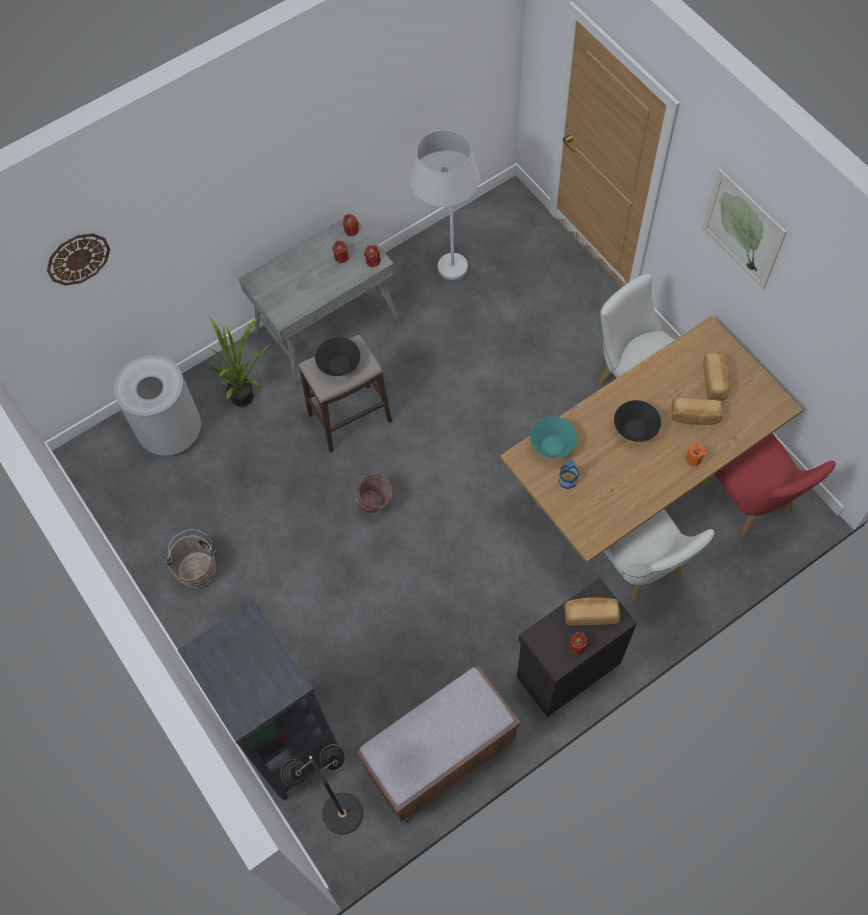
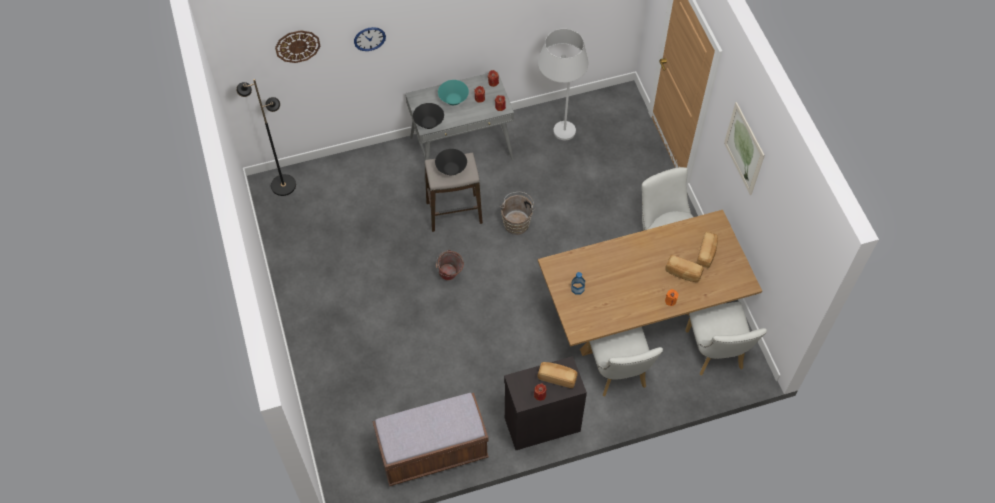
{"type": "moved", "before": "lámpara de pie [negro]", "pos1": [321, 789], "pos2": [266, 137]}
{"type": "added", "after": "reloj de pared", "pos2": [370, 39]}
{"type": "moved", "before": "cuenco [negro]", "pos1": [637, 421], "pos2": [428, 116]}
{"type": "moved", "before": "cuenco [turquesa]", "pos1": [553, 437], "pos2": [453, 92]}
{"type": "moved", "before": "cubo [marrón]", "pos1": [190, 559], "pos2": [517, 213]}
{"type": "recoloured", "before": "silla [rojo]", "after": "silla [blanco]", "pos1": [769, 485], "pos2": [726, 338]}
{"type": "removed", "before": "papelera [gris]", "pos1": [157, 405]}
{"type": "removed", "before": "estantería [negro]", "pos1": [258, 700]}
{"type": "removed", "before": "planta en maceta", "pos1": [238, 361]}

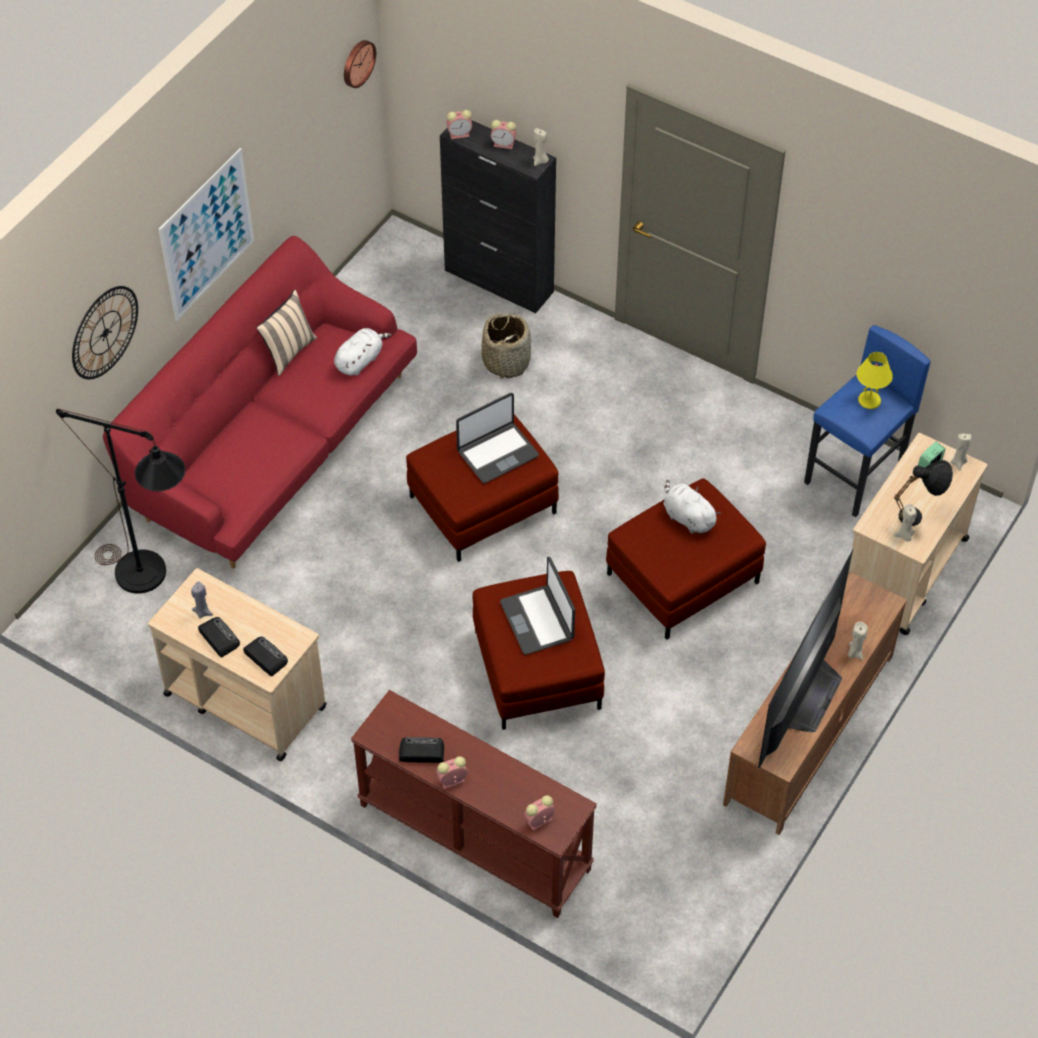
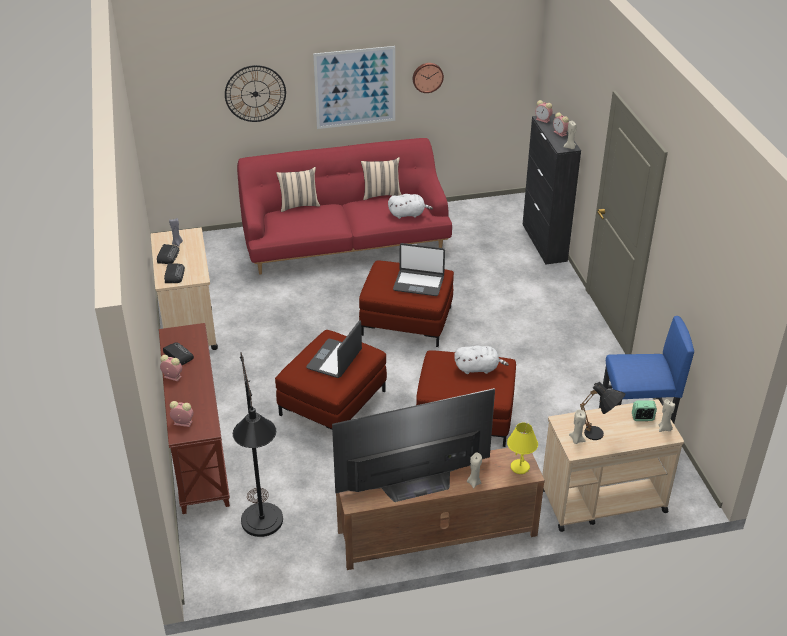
{"type": "moved", "before": "lámpara de pie [negro]", "pos1": [120, 501], "pos2": [258, 444]}
{"type": "added", "after": "cojín [beis]", "pos2": [298, 189]}
{"type": "moved", "before": "reloj de pared", "pos1": [360, 64], "pos2": [428, 78]}
{"type": "turned", "before": "peluche [blanco]", "pos1": [692, 507], "pos2": [481, 359], "turn": 90}
{"type": "moved", "before": "lámpara de mesa [amarillo]", "pos1": [875, 380], "pos2": [522, 448]}
{"type": "removed", "before": "cesta", "pos1": [506, 346]}

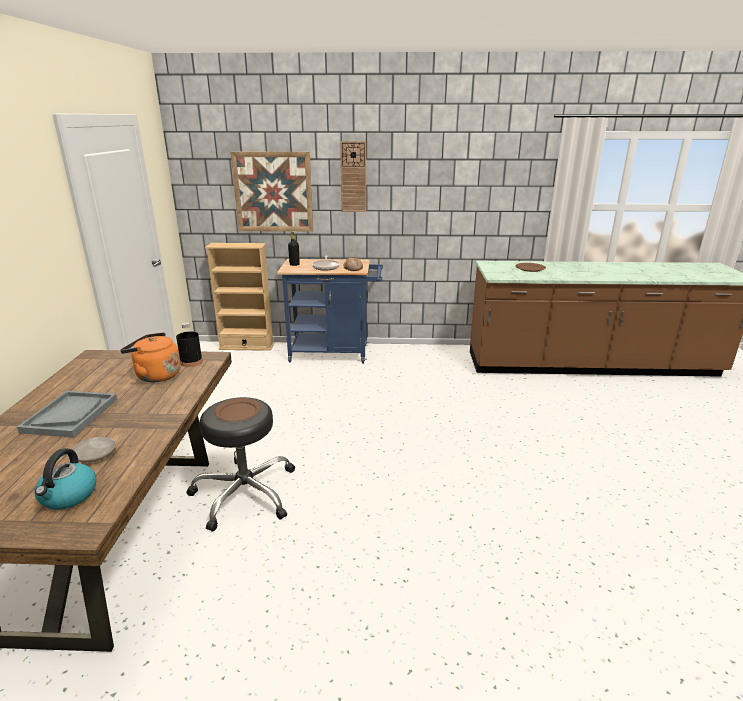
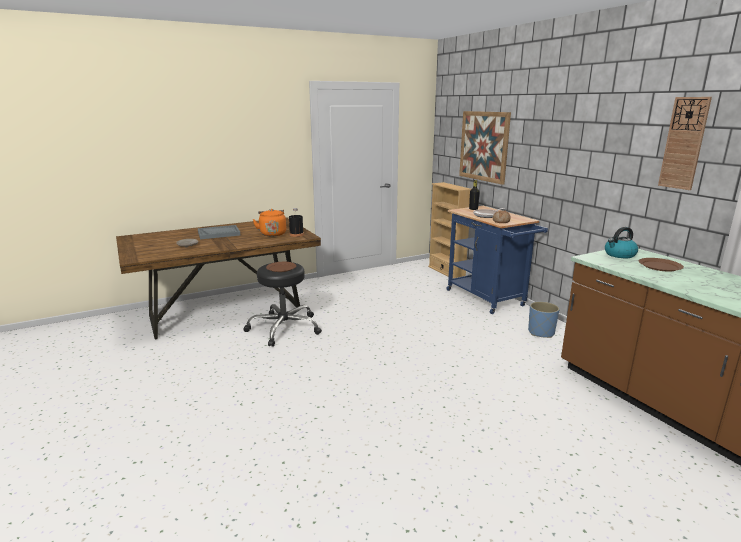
{"type": "added", "after": "maceta [azul]", "pos2": [543, 320]}
{"type": "moved", "before": "hervidor", "pos1": [66, 479], "pos2": [621, 242]}
{"type": "moved", "before": "reloj de pared", "pos1": [353, 176], "pos2": [685, 143]}

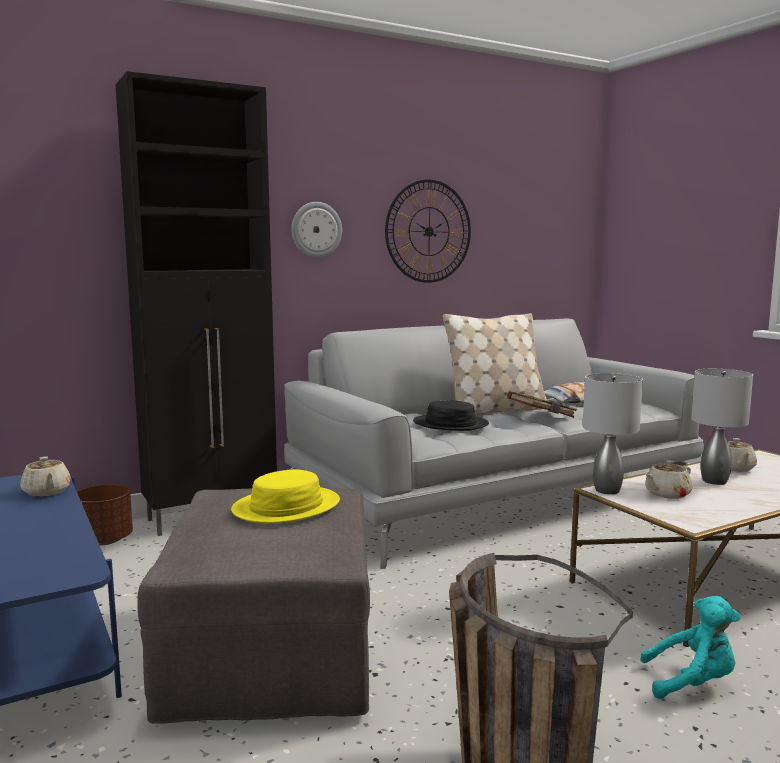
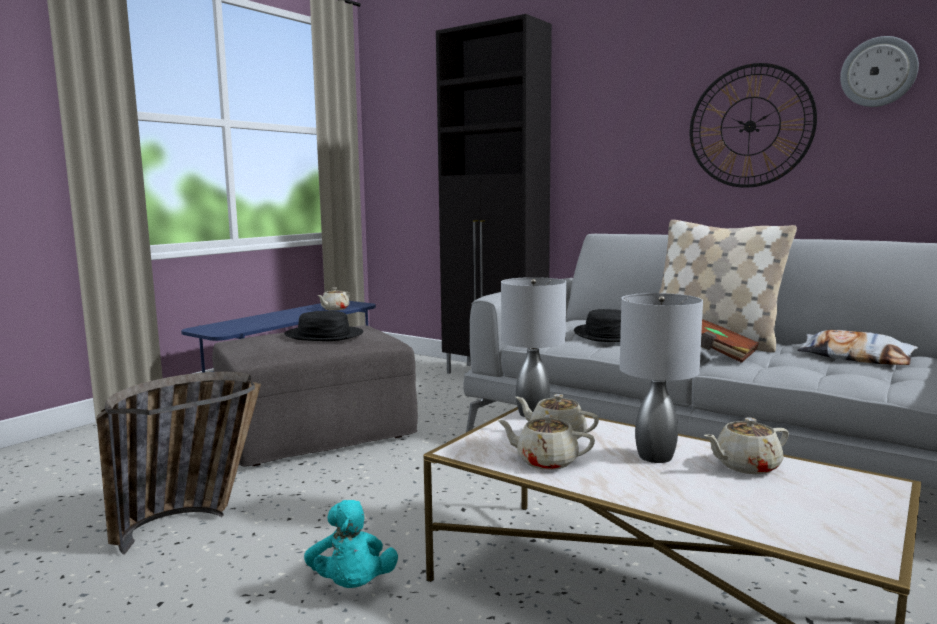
{"type": "recoloured", "before": "sombrero [amarillo]", "after": "sombrero [negro]", "pos1": [285, 496], "pos2": [323, 326]}
{"type": "added", "after": "tetera [beis]", "pos2": [546, 442]}
{"type": "moved", "before": "reloj de pared", "pos1": [316, 230], "pos2": [879, 71]}
{"type": "removed", "before": "maceta [marrón]", "pos1": [105, 514]}

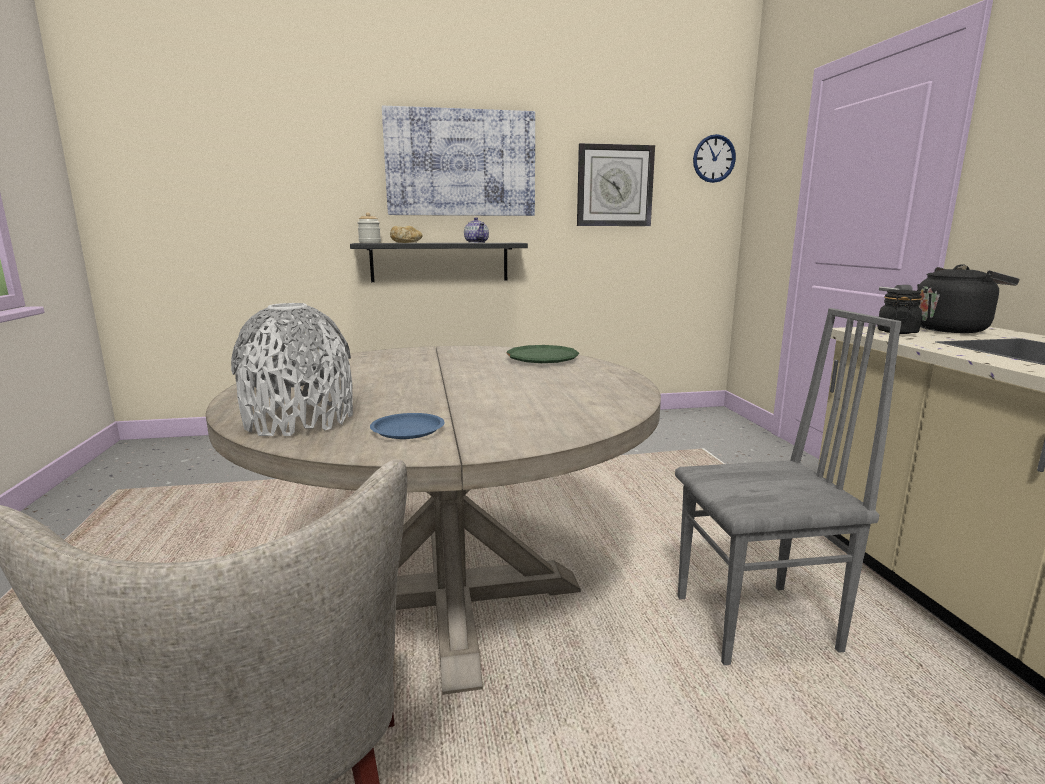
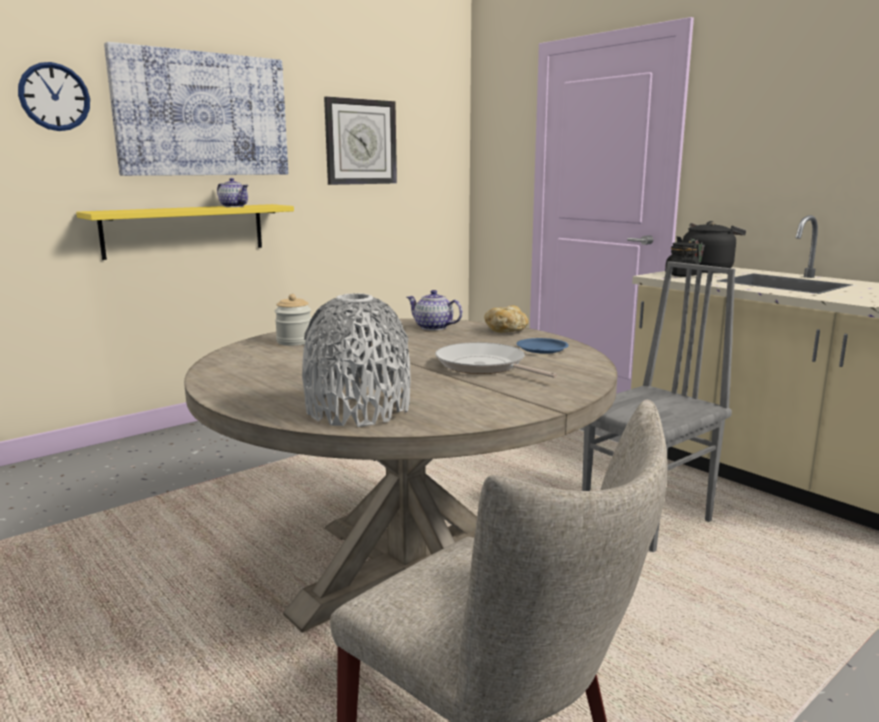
{"type": "moved", "before": "reloj de pared", "pos1": [714, 158], "pos2": [54, 96]}
{"type": "recoloured", "before": "estante [negro]", "after": "estante [amarillo]", "pos1": [439, 262], "pos2": [185, 232]}
{"type": "moved", "before": "tarro", "pos1": [369, 227], "pos2": [292, 320]}
{"type": "replaced", "before": "plato [verde]", "after": "tetera", "pos1": [542, 354], "pos2": [435, 310]}
{"type": "added", "after": "sartén", "pos2": [496, 360]}
{"type": "moved", "before": "pan", "pos1": [406, 234], "pos2": [506, 319]}
{"type": "moved", "before": "plato [azul]", "pos1": [407, 426], "pos2": [542, 346]}

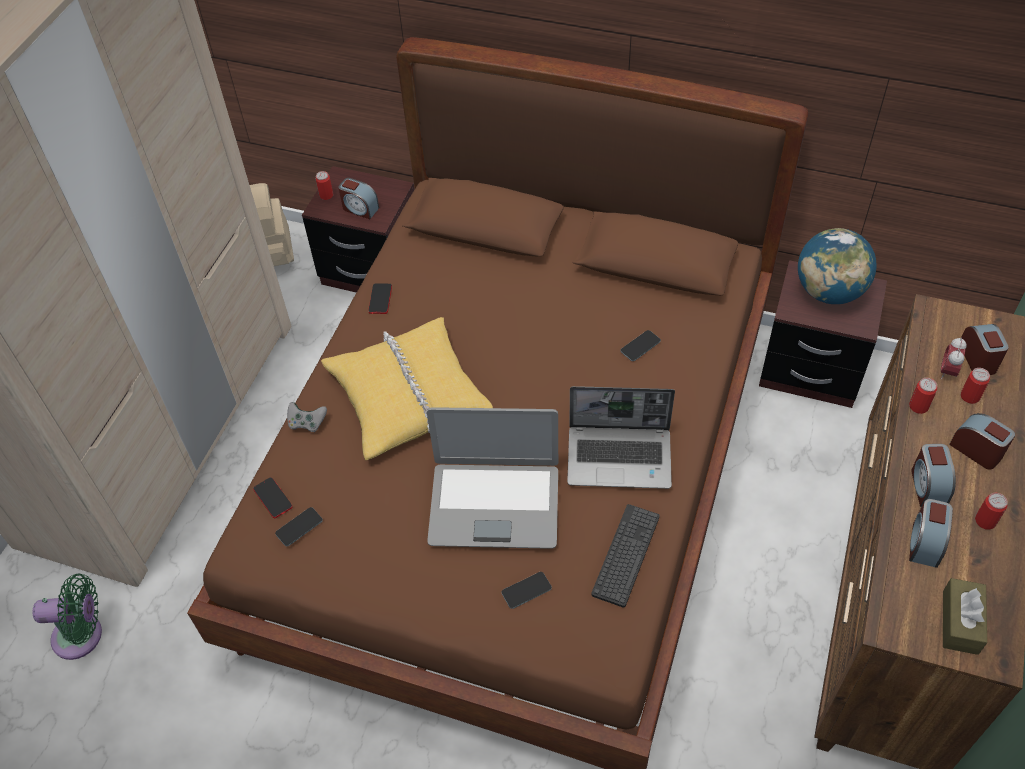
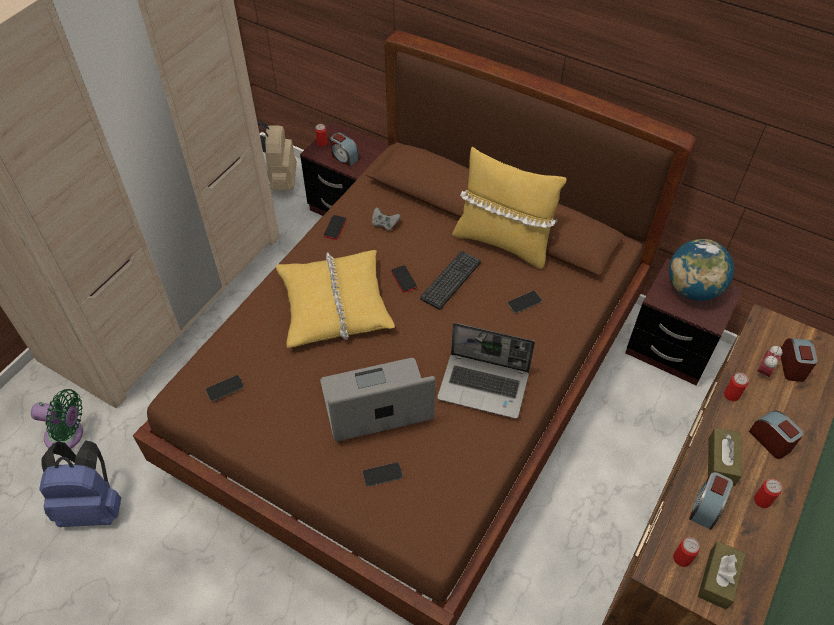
{"type": "added", "after": "mochila [azul]", "pos2": [80, 483]}
{"type": "turned", "before": "portátil", "pos1": [492, 478], "pos2": [378, 399], "turn": 150}
{"type": "moved", "before": "mando de consola [gris]", "pos1": [307, 417], "pos2": [386, 219]}
{"type": "moved", "before": "móvil", "pos1": [272, 497], "pos2": [404, 279]}
{"type": "moved", "before": "teclado", "pos1": [625, 556], "pos2": [450, 280]}
{"type": "added", "after": "cojín [amarillo]", "pos2": [509, 208]}
{"type": "moved", "before": "lata", "pos1": [975, 386], "pos2": [686, 552]}
{"type": "replaced", "before": "despertador", "after": "caja de pañuelos [marrón]", "pos1": [933, 475], "pos2": [725, 457]}

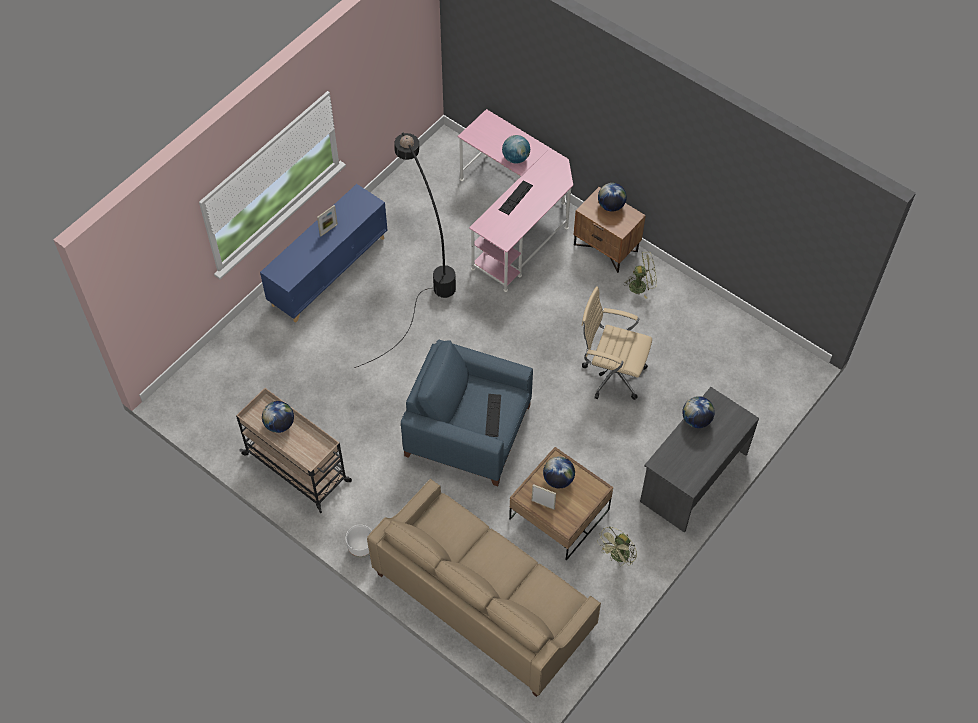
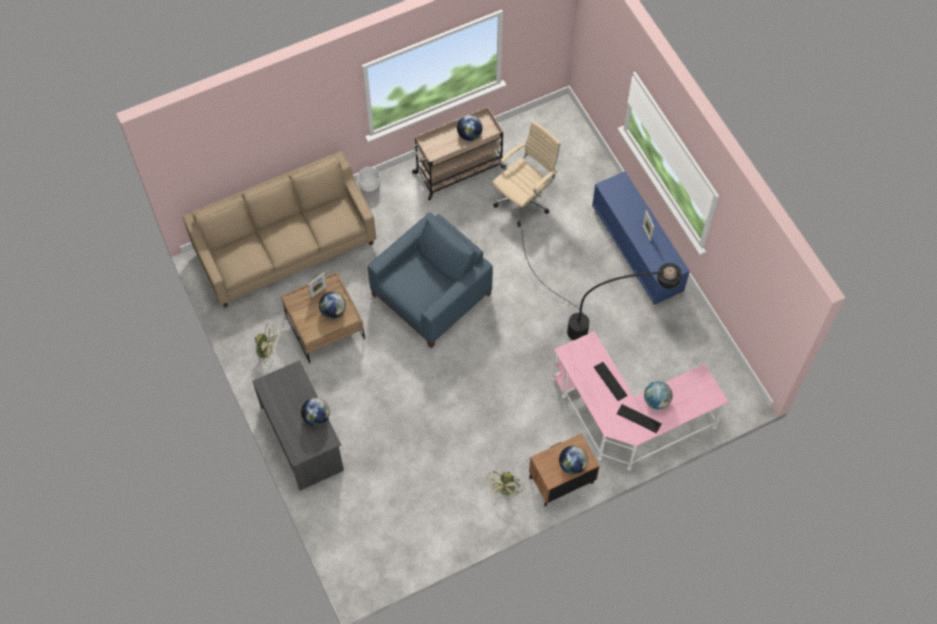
{"type": "turned", "before": "ventilador [verde]", "pos1": [617, 546], "pos2": [267, 344], "turn": 135}
{"type": "moved", "before": "silla de oficina [beis]", "pos1": [616, 343], "pos2": [526, 174]}
{"type": "moved", "before": "teclado", "pos1": [493, 415], "pos2": [639, 418]}

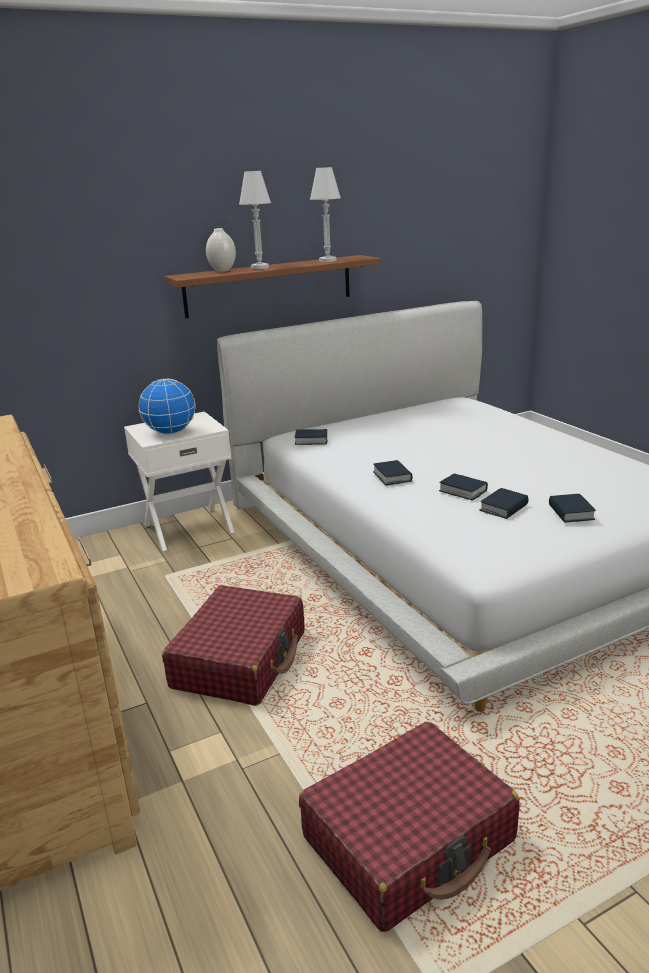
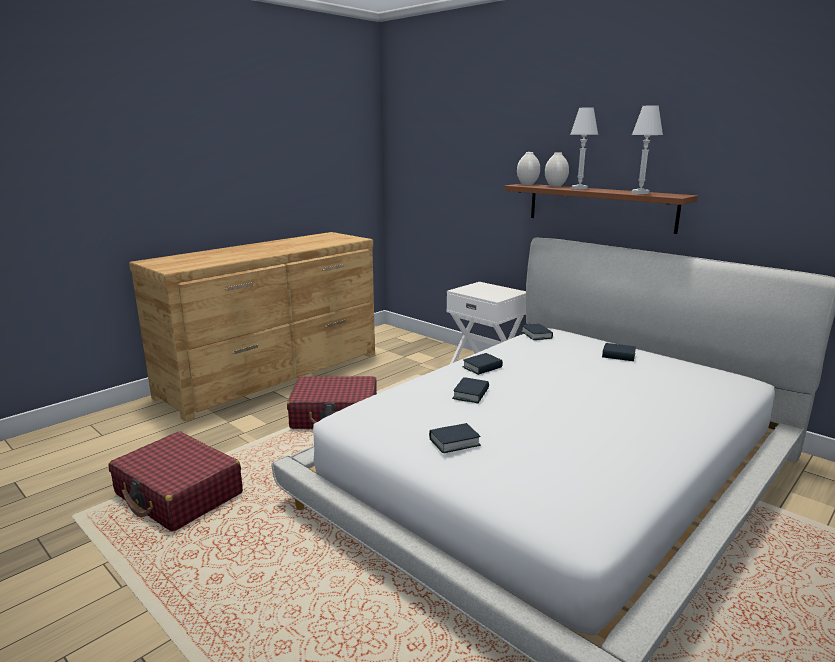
{"type": "added", "after": "florero [blanco]", "pos2": [528, 168]}
{"type": "moved", "before": "libro", "pos1": [504, 503], "pos2": [619, 352]}
{"type": "removed", "before": "globo terráqueo", "pos1": [167, 406]}

